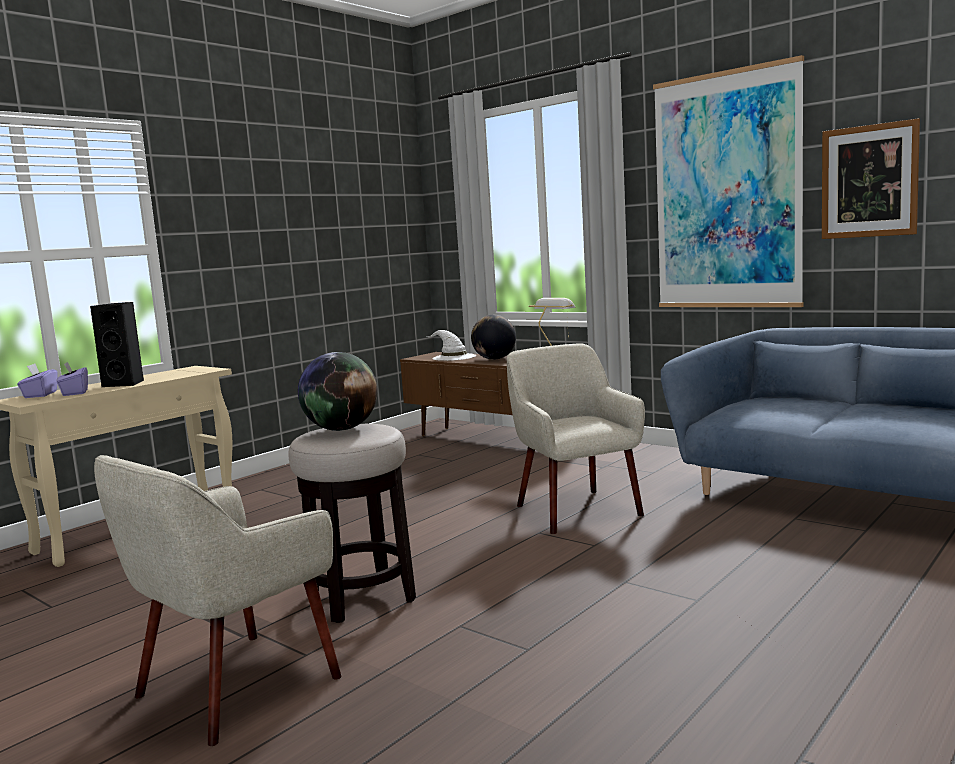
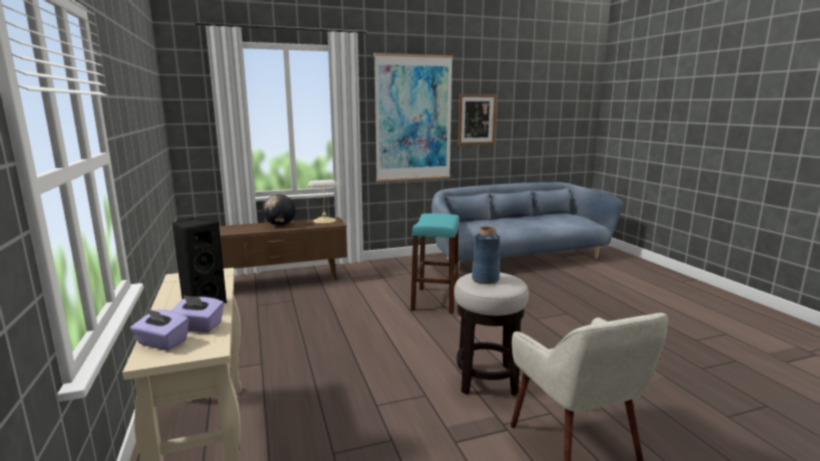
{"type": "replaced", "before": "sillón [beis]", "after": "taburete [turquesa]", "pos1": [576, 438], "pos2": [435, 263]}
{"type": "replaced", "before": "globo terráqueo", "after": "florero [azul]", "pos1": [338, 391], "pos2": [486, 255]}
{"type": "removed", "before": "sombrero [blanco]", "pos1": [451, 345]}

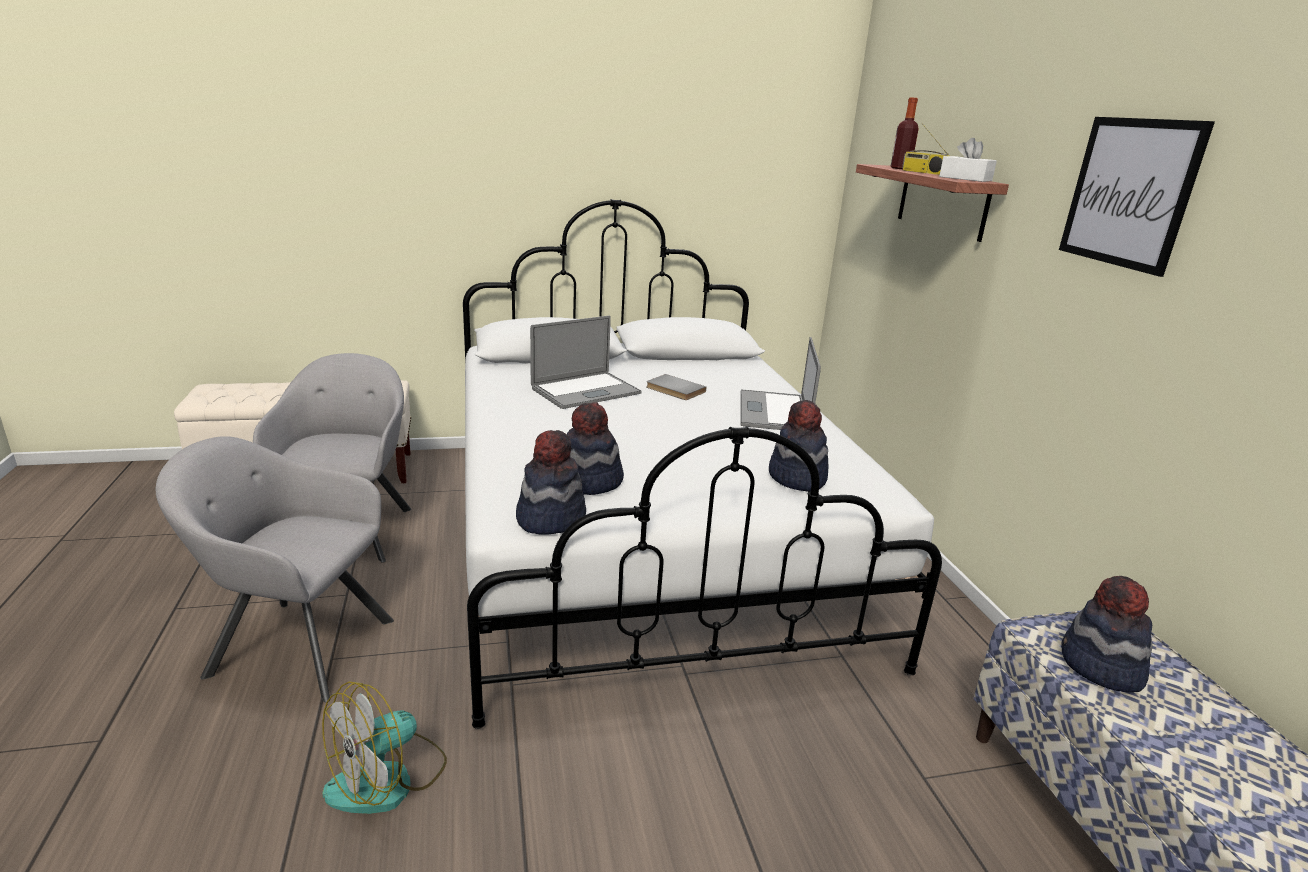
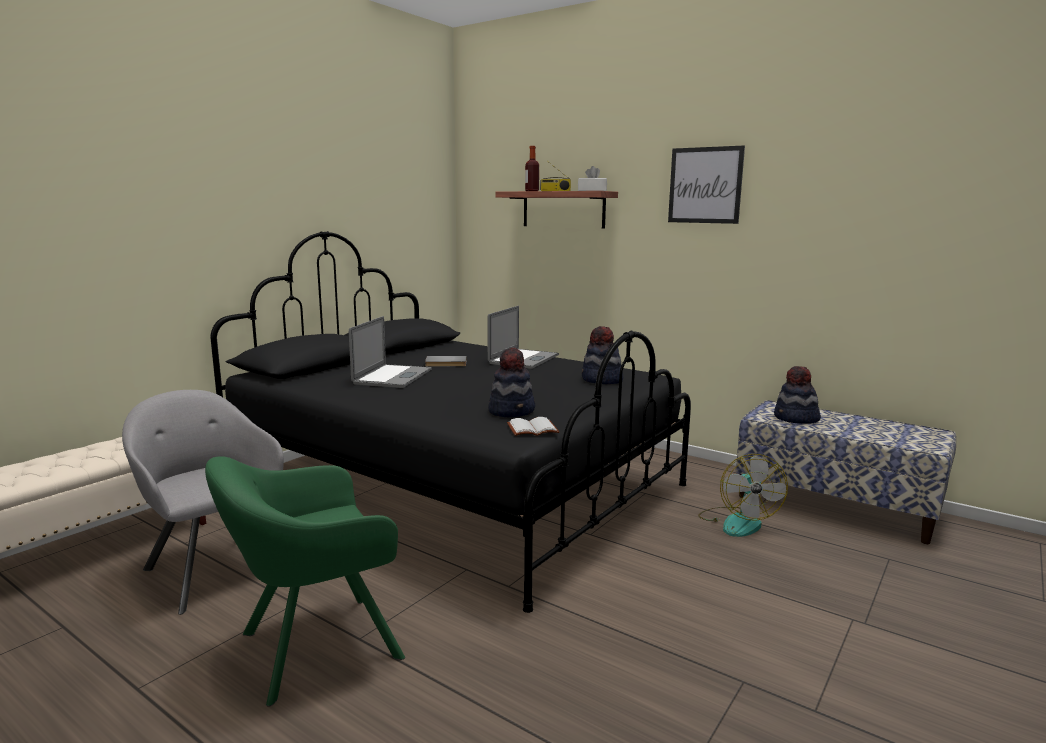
{"type": "recoloured", "before": "sillón [gris]", "after": "sillón [verde]", "pos1": [275, 569], "pos2": [305, 581]}
{"type": "recoloured", "before": "cama [blanco]", "after": "cama [negro]", "pos1": [702, 464], "pos2": [451, 422]}
{"type": "turned", "before": "portátil", "pos1": [781, 383], "pos2": [523, 337], "turn": -120}
{"type": "replaced", "before": "sombrero", "after": "libro [blanco]", "pos1": [551, 482], "pos2": [533, 426]}
{"type": "moved", "before": "ventilador", "pos1": [384, 748], "pos2": [743, 495]}

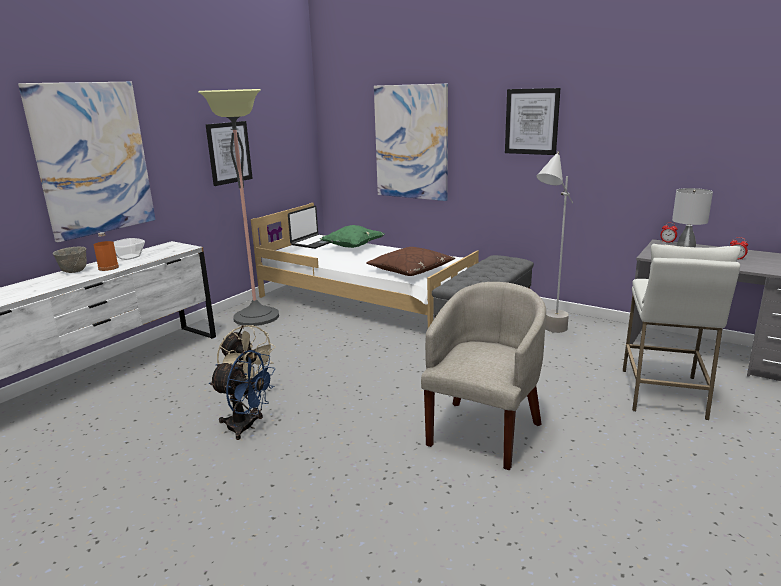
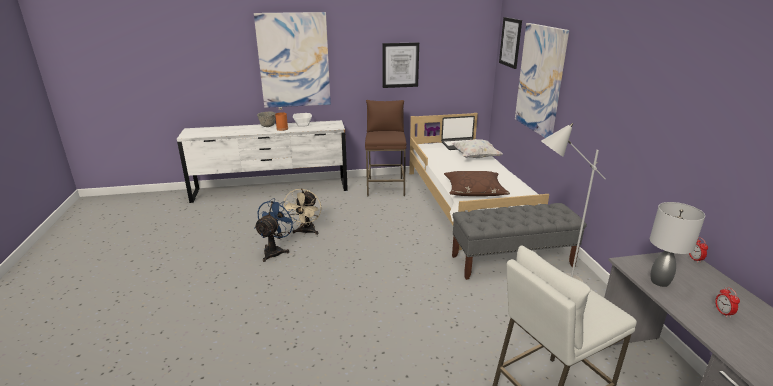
{"type": "turned", "before": "ventilador [azul]", "pos1": [242, 395], "pos2": [275, 230], "turn": -135}
{"type": "replaced", "before": "lámpara de pie", "after": "taburete [marrón]", "pos1": [238, 207], "pos2": [386, 148]}
{"type": "recoloured", "before": "cojín [verde]", "after": "cojín [blanco]", "pos1": [352, 236], "pos2": [477, 148]}
{"type": "moved", "before": "cuadro", "pos1": [532, 121], "pos2": [510, 43]}
{"type": "removed", "before": "sillón [beis]", "pos1": [483, 376]}

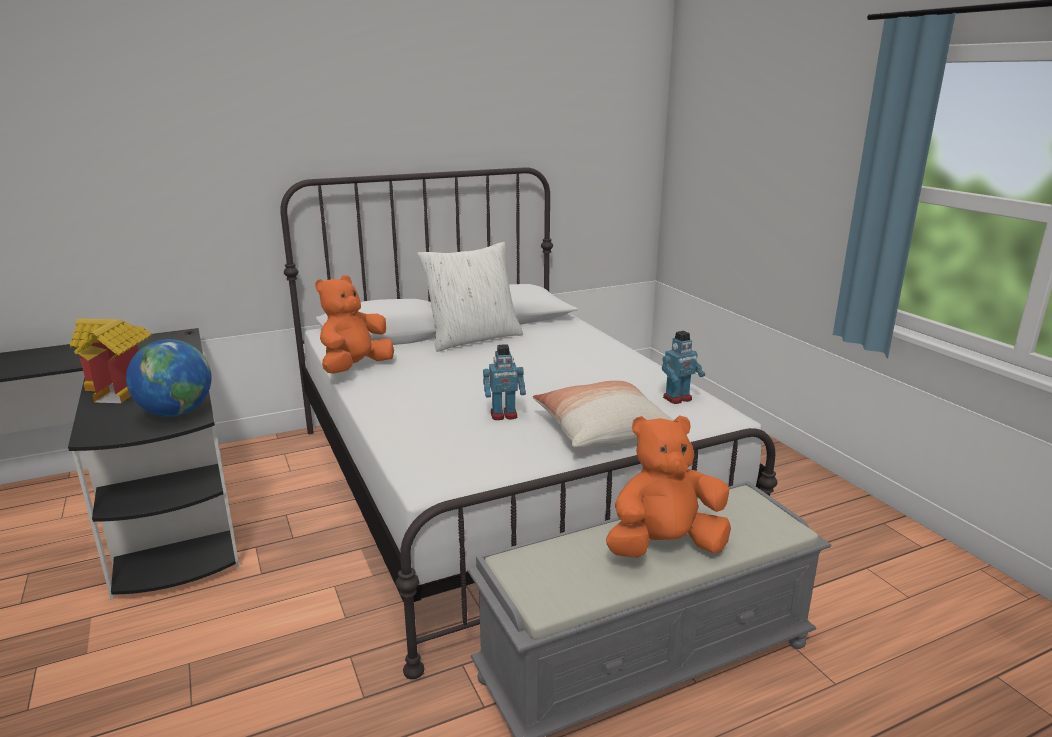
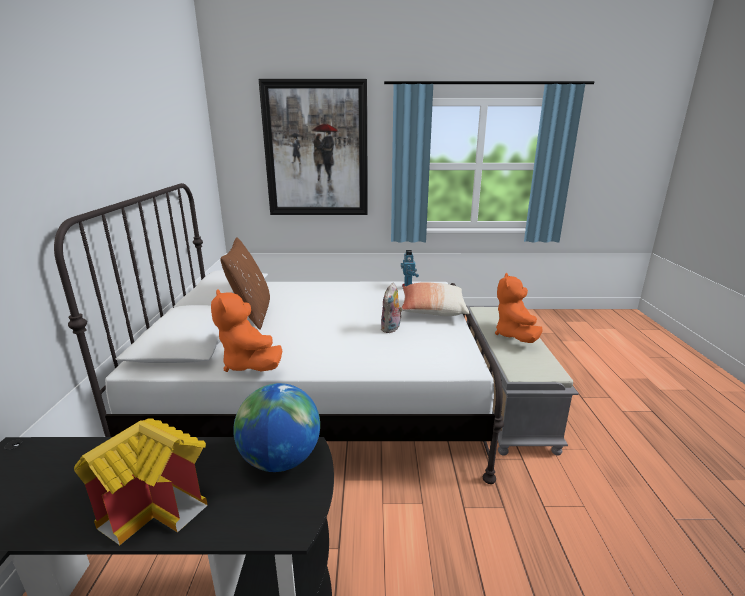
{"type": "recoloured", "before": "cojín [blanco]", "after": "cojín [marrón]", "pos1": [470, 297], "pos2": [245, 283]}
{"type": "added", "after": "cuadro", "pos2": [313, 147]}
{"type": "replaced", "before": "robot de juguete", "after": "peluche", "pos1": [504, 382], "pos2": [392, 308]}

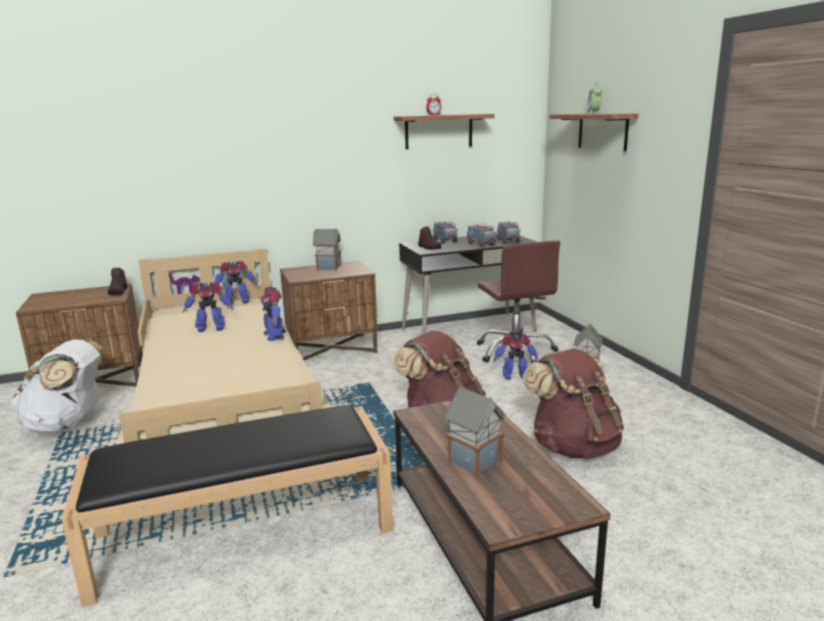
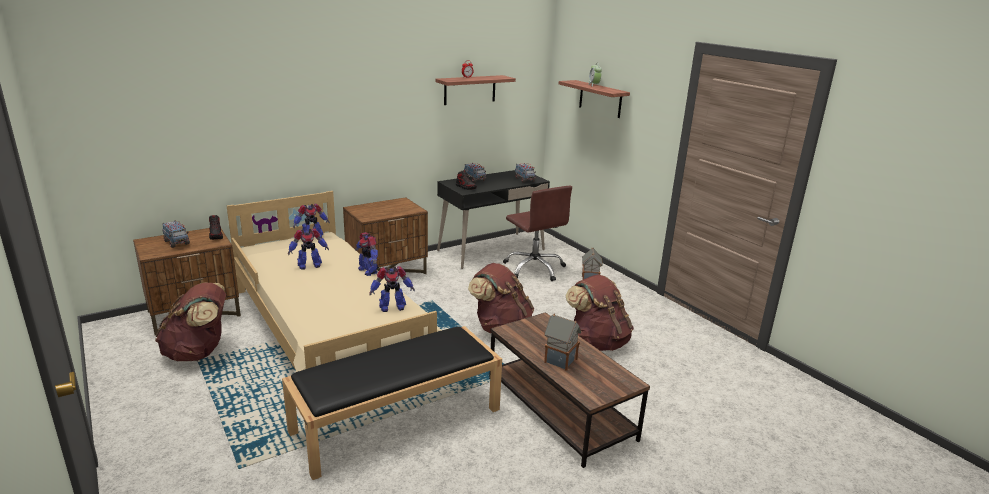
{"type": "recoloured", "before": "mochila [blanco]", "after": "mochila [marrón]", "pos1": [58, 386], "pos2": [190, 321]}
{"type": "moved", "before": "camión de juguete", "pos1": [482, 235], "pos2": [176, 234]}
{"type": "moved", "before": "robot de juguete", "pos1": [516, 357], "pos2": [392, 289]}
{"type": "removed", "before": "casita", "pos1": [327, 249]}

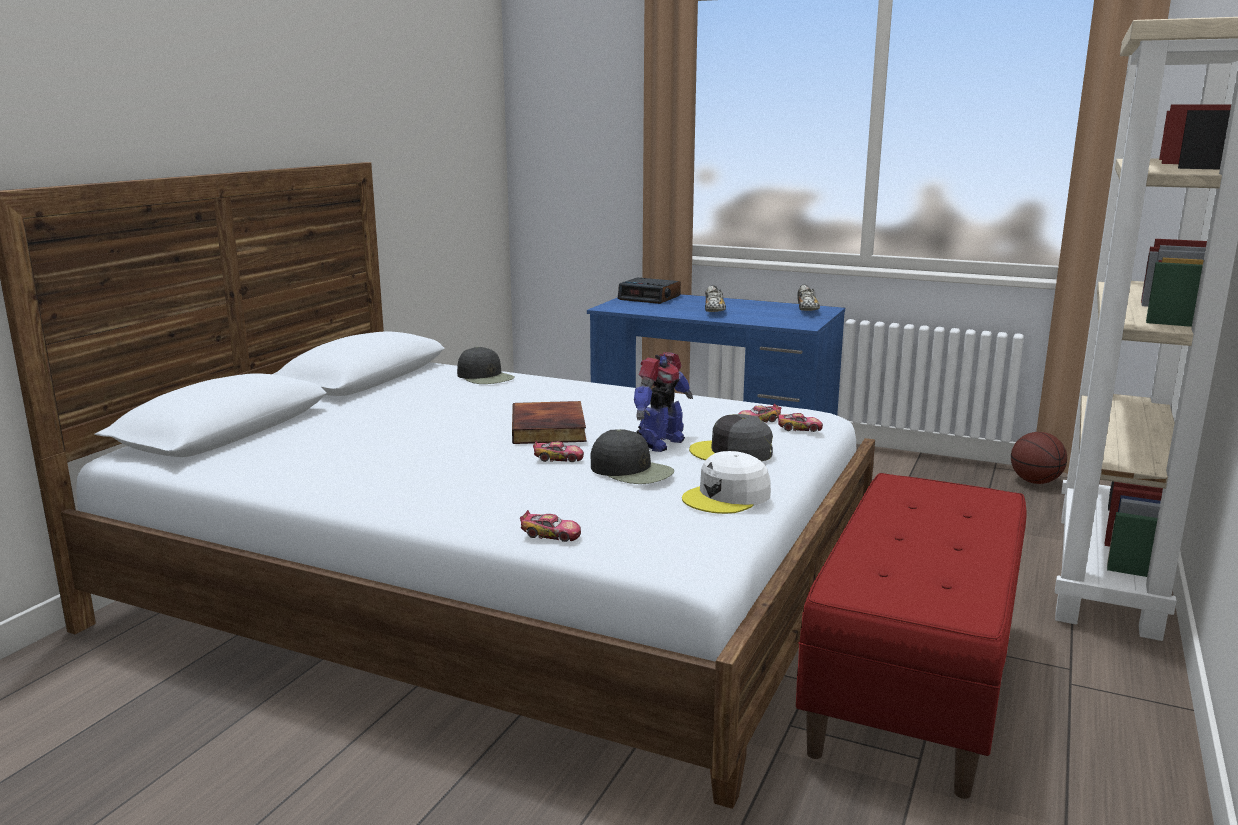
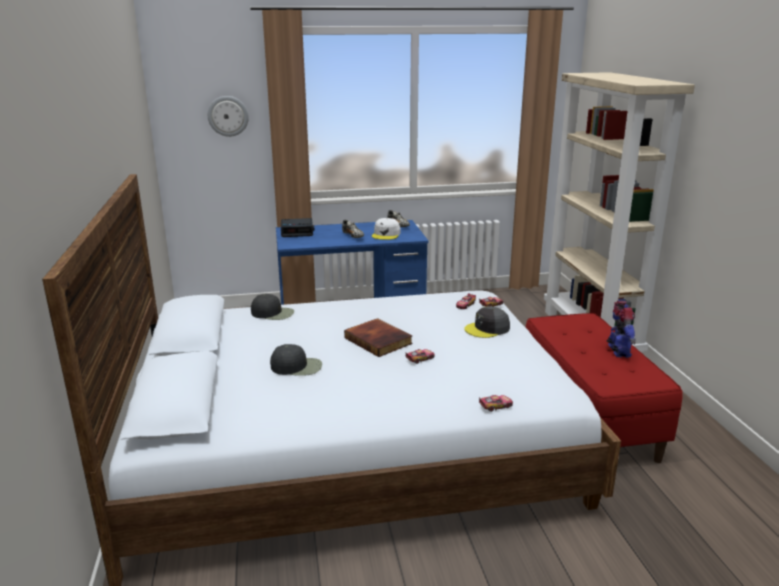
{"type": "added", "after": "reloj de pared", "pos2": [228, 116]}
{"type": "moved", "before": "gorra [negro]", "pos1": [632, 456], "pos2": [296, 360]}
{"type": "moved", "before": "gorra [blanco]", "pos1": [726, 482], "pos2": [386, 229]}
{"type": "moved", "before": "robot de juguete", "pos1": [663, 402], "pos2": [621, 329]}
{"type": "removed", "before": "balón de baloncesto", "pos1": [1039, 458]}

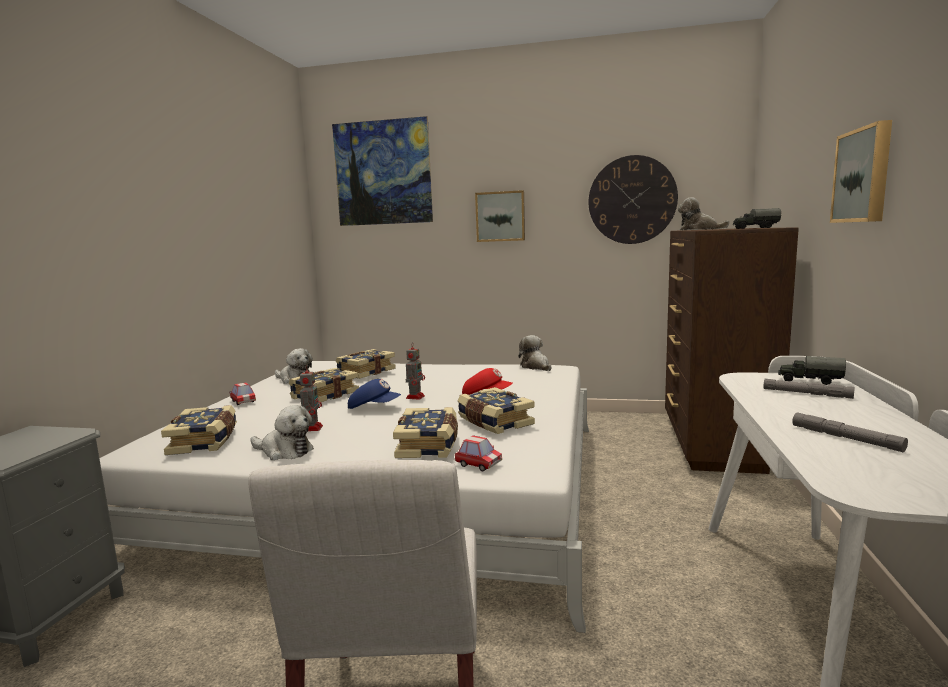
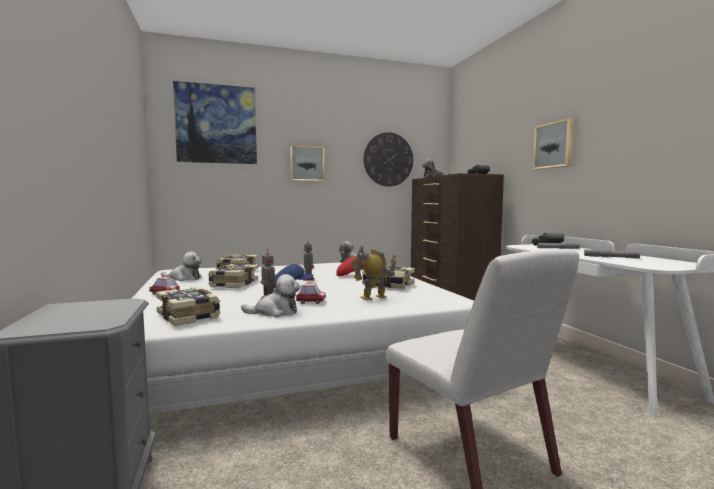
{"type": "moved", "before": "coche de juguete", "pos1": [478, 453], "pos2": [311, 293]}
{"type": "replaced", "before": "libro", "after": "robot de juguete", "pos1": [425, 432], "pos2": [374, 272]}

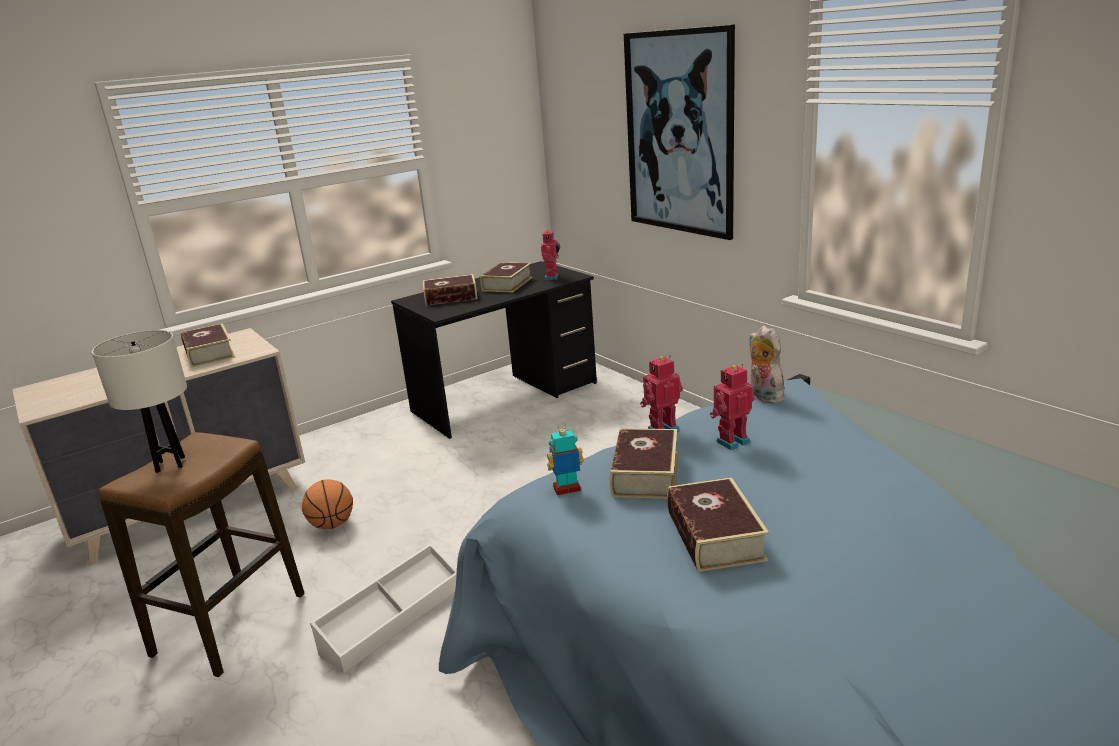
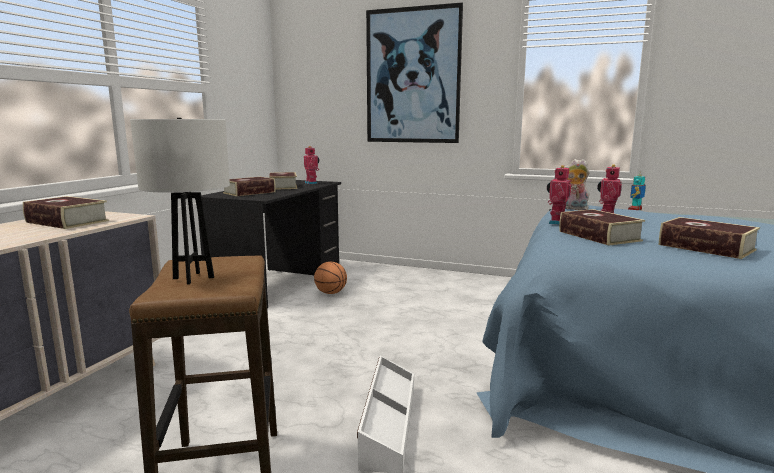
{"type": "moved", "before": "balón de baloncesto", "pos1": [327, 504], "pos2": [330, 278]}
{"type": "moved", "before": "robot de juguete", "pos1": [565, 459], "pos2": [637, 191]}

